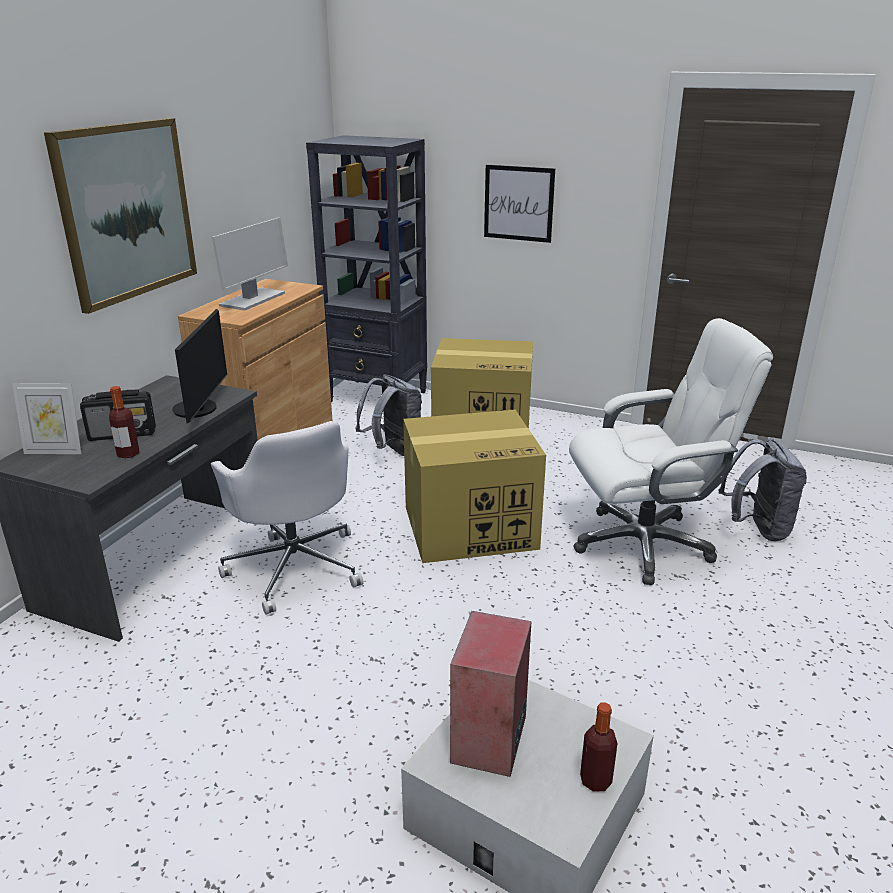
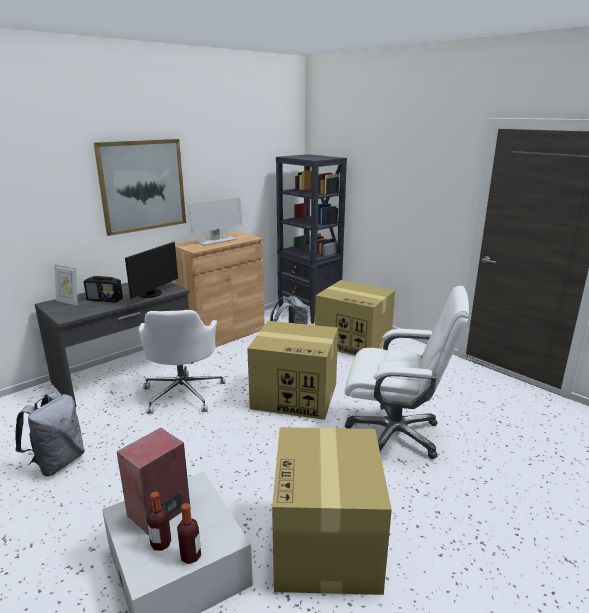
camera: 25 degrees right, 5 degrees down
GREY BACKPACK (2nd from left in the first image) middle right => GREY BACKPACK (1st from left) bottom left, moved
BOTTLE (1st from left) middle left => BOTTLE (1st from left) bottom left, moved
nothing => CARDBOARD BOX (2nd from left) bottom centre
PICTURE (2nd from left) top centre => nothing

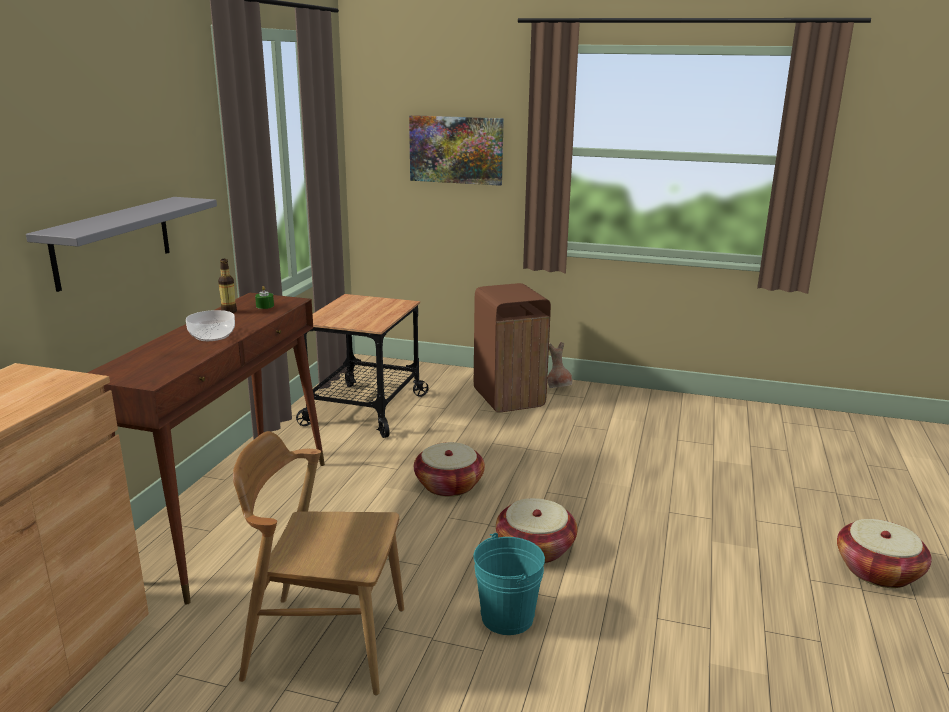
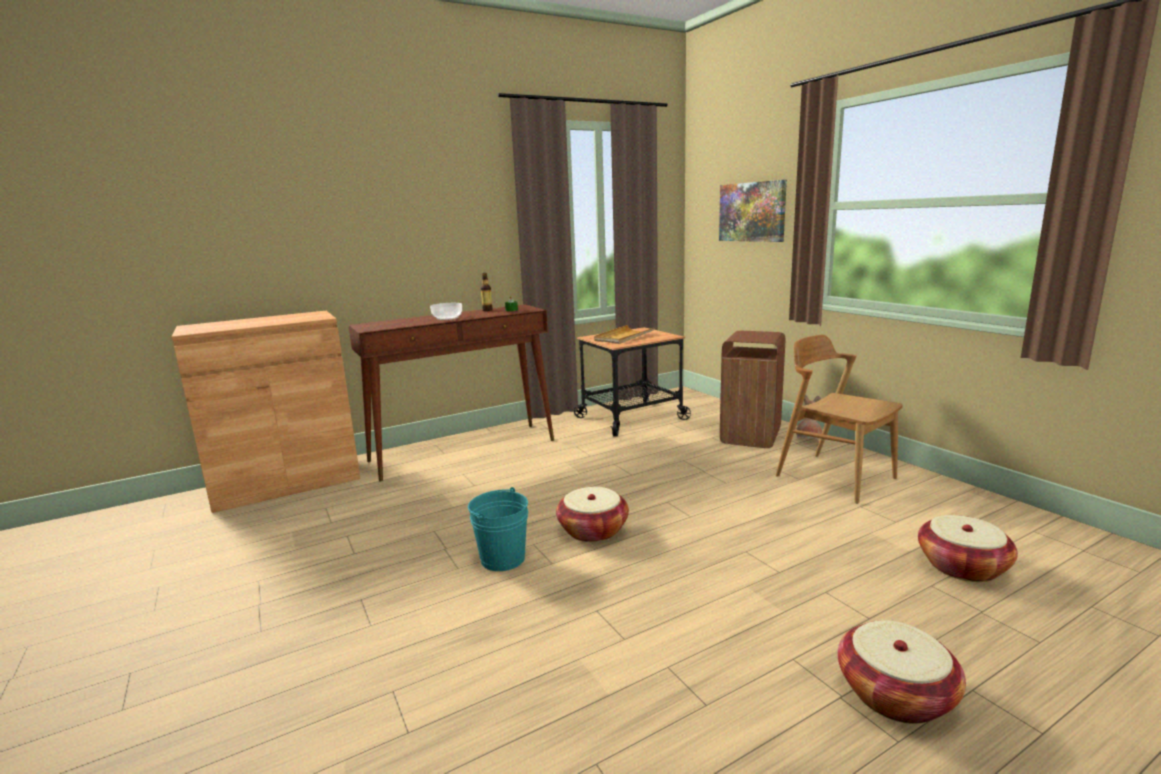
camera: 45 degrees right, 5 degrees down
nothing => BEIGE TRAY centre
BROWN CHAIR bottom centre => BROWN CHAIR middle right, moved
BASKET (1st from left in the first image) centre => BASKET (3rd from left) bottom right, moved
GREY SHELF middle left => nothing

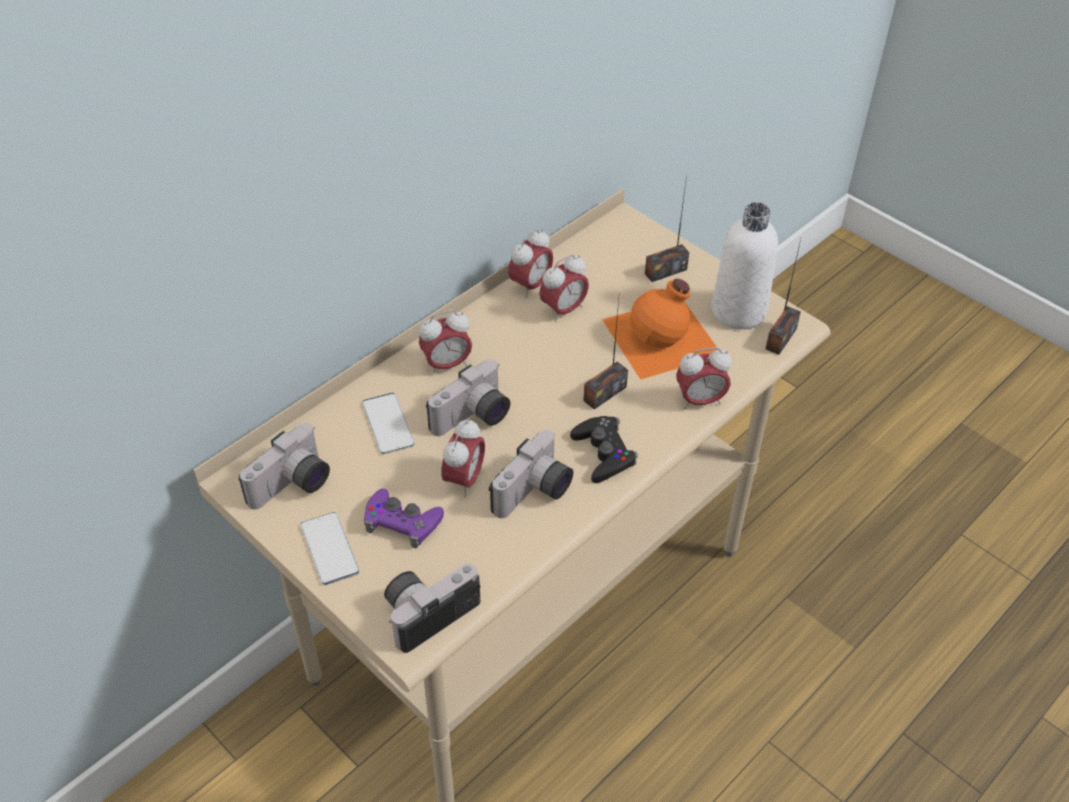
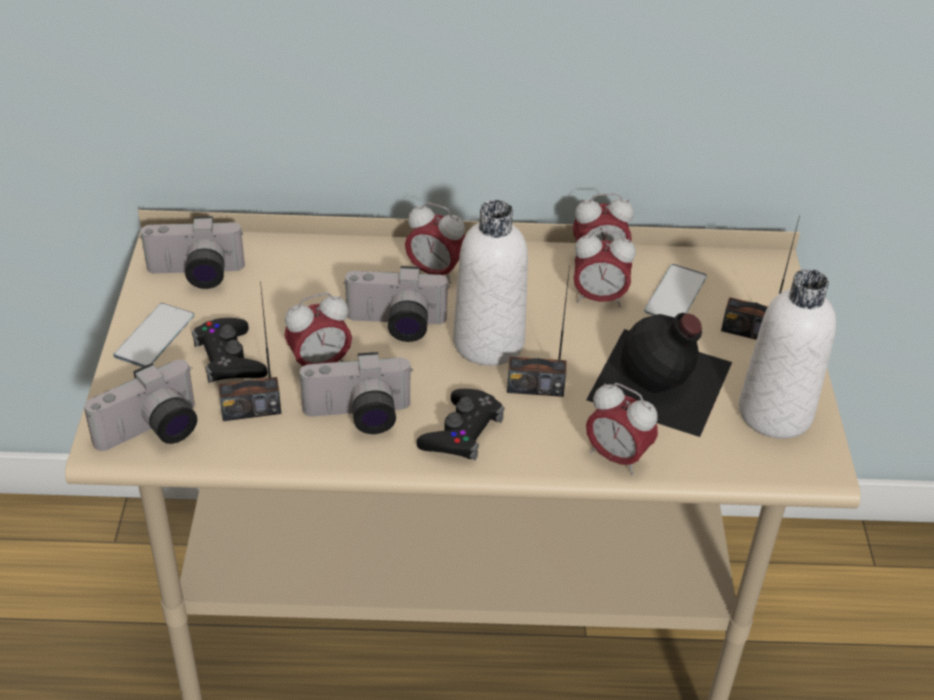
camera: 45 degrees right, 5 degrees down
PHOTO CAMERA (2nd from left in the first image) bottom centre => PHOTO CAMERA (1st from left) middle left, 135 degrees clockwise
PURPLE GAME CONTROLLER centre => BLACK GAME CONTROLLER (1st from left) middle left
RADIO (3rd from left in the first image) middle right => RADIO (1st from left) middle left, moved
nothing => WHITE BOTTLE (1st from left) centre
ORANGE BOTTLE centre => BLACK BOTTLE middle right
PHONE (2nd from left) centre => PHONE (2nd from left) middle right, moved

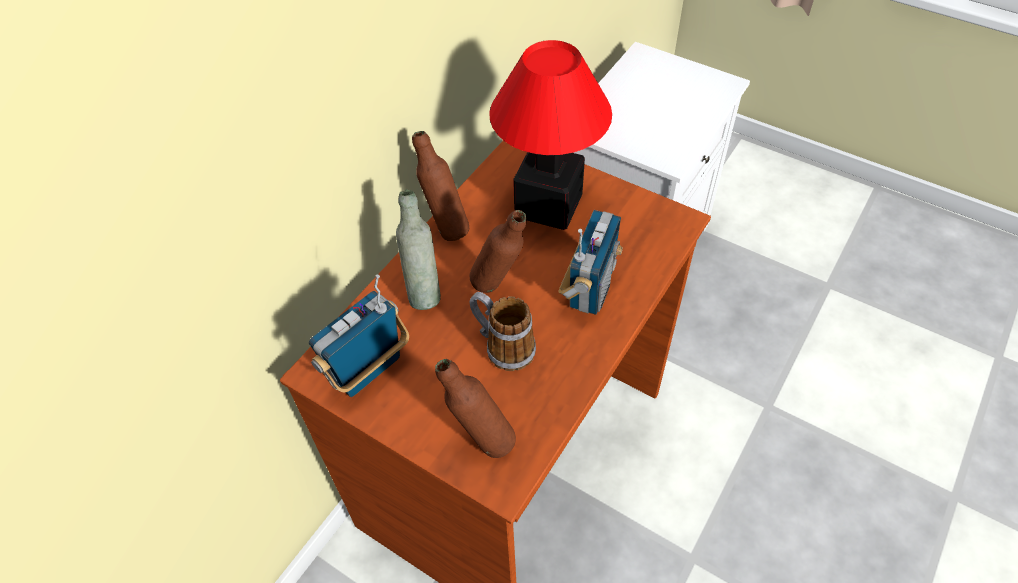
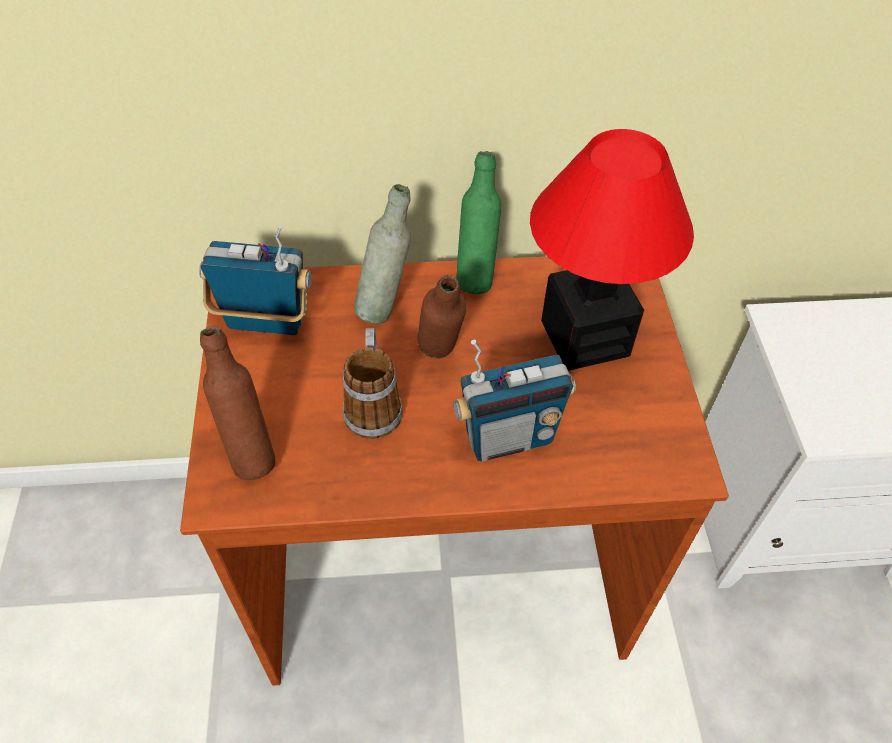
camera: 50 degrees right, 0 degrees up
BROWN BOTTLE (1st from left) top centre => GREEN BOTTLE top centre

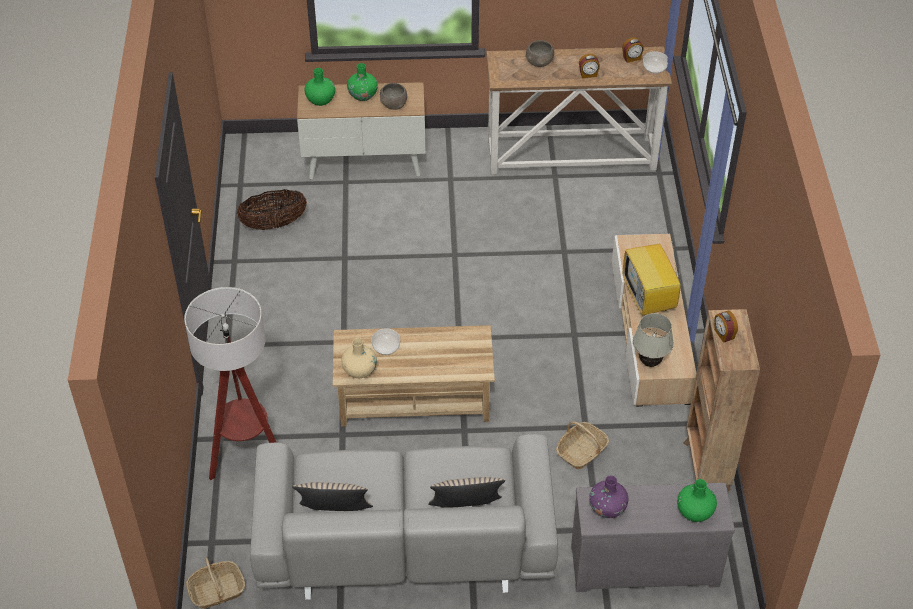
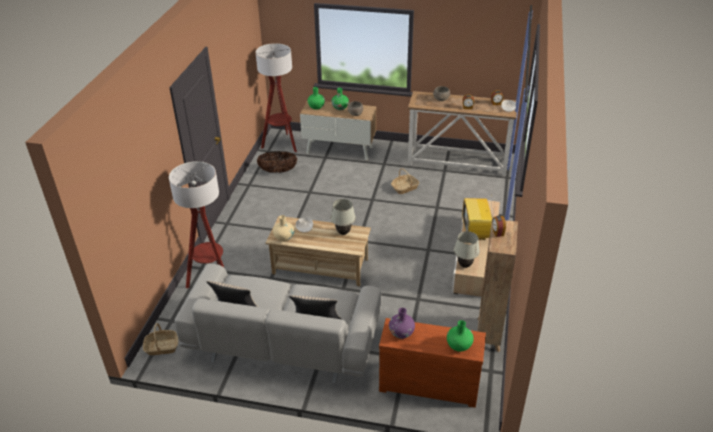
camera: 15 degrees right, 10 degrees down
nothing => FLOOR LAMP (2nd from left) top centre
nothing => WHITE TABLE LAMP (1st from left) centre
GREY DRESSER bottom right => BROWN DRESSER bottom centre
BASKET (3rd from left) bottom centre => BASKET (3rd from left) centre, moved

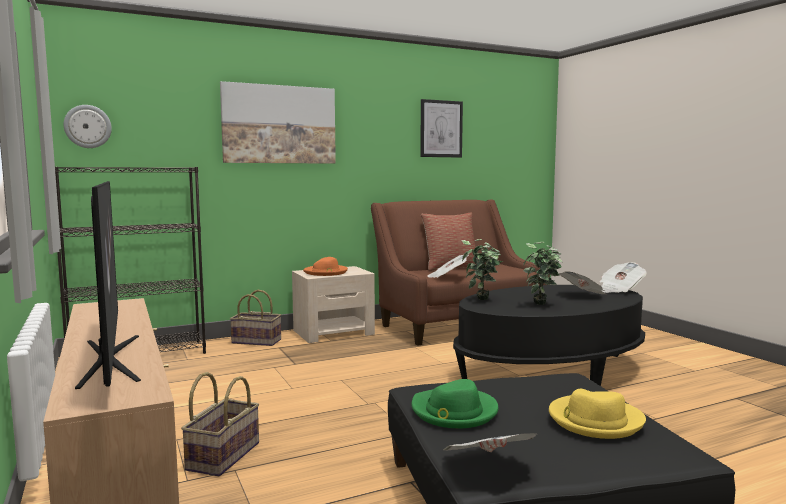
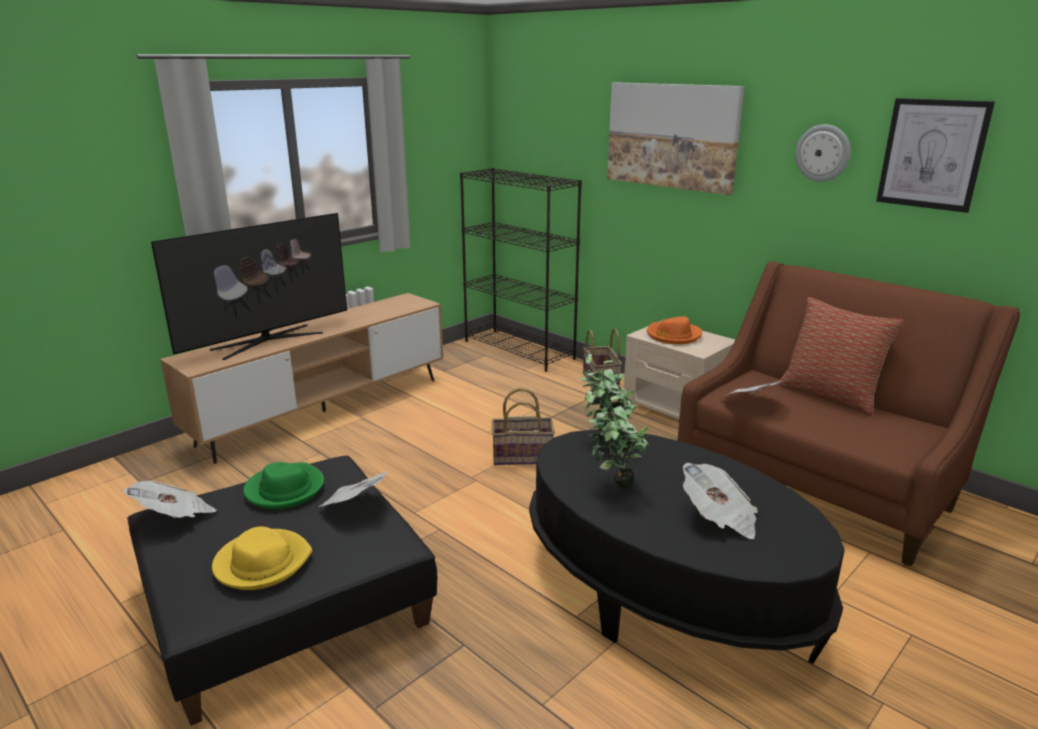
camera: 70 degrees right, 15 degrees up
NEWSPAPER (4th from left in the first image) middle right => NEWSPAPER (2nd from left) bottom centre, moved
BASKET (1st from left) bottom left => BASKET (1st from left) centre, moved
WALL CLOCK top left => WALL CLOCK top right, moved

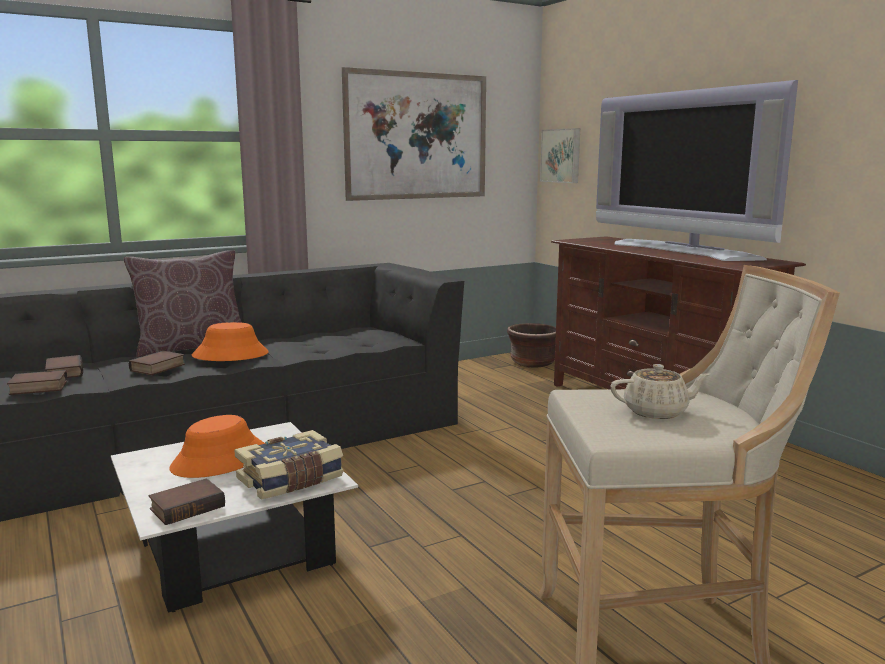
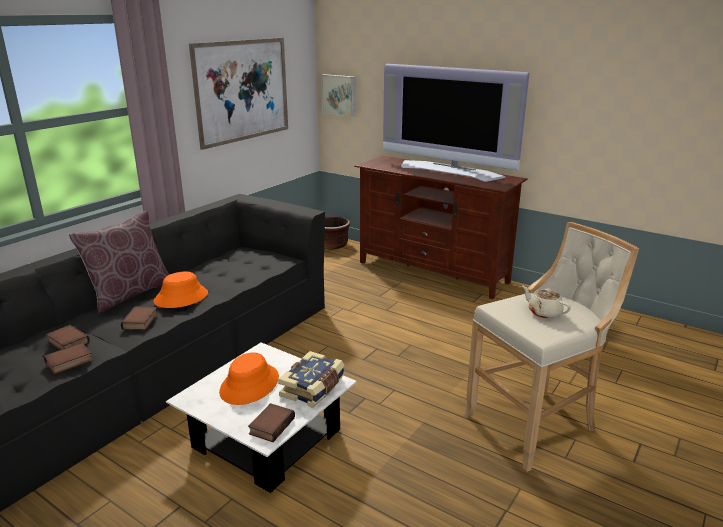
camera: 25 degrees left, 10 degrees up
BEIGE TEAPOT middle right, 105 degrees counterclockwise

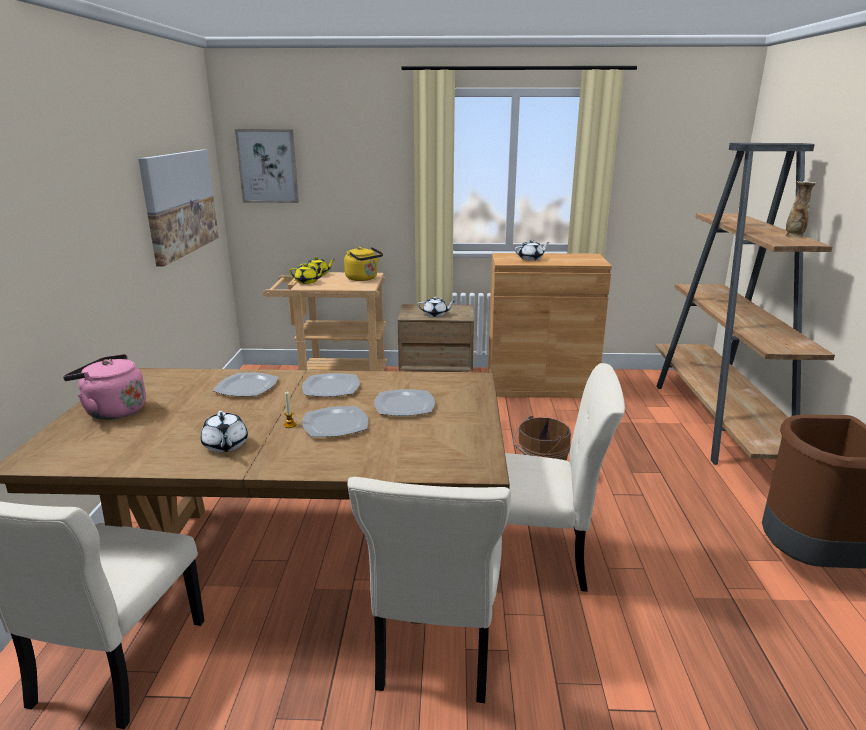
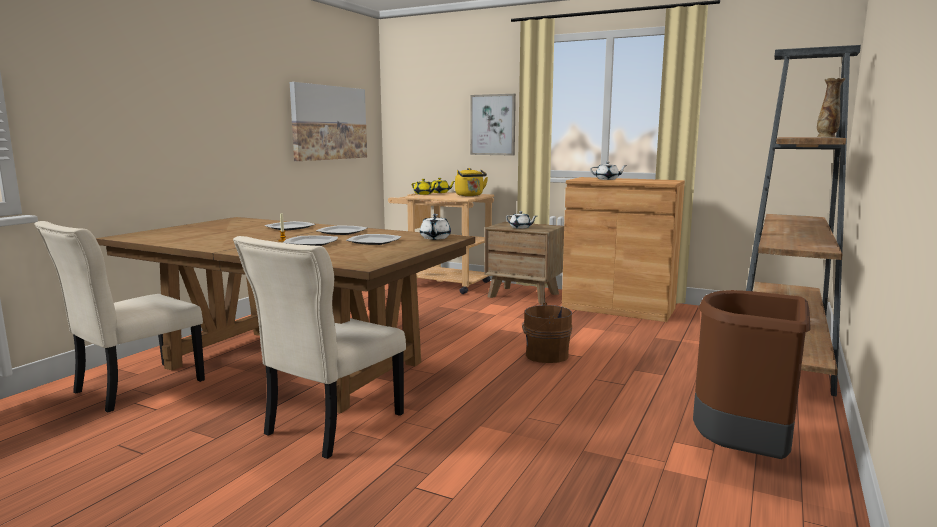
camera: 25 degrees right, 10 degrees down
WHITE TEAPOT (1st from left) middle left => WHITE TEAPOT (1st from left) centre, moved
PICTURE (2nd from left) top left => PICTURE (2nd from left) top centre, moved
PINK KETTLE middle left => nothing
BEIGE CHAIR (3rd from left) centre => nothing

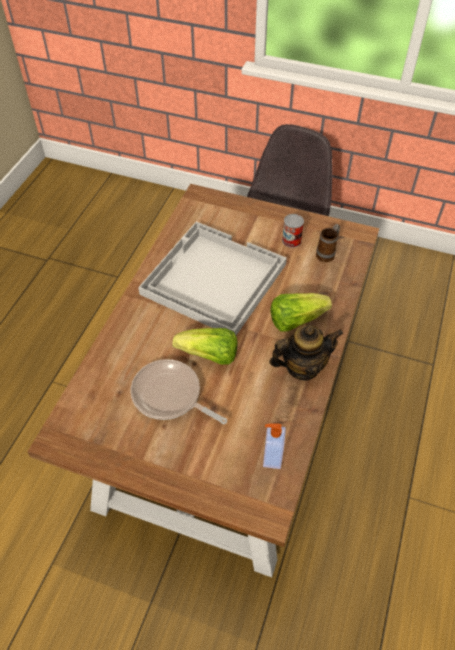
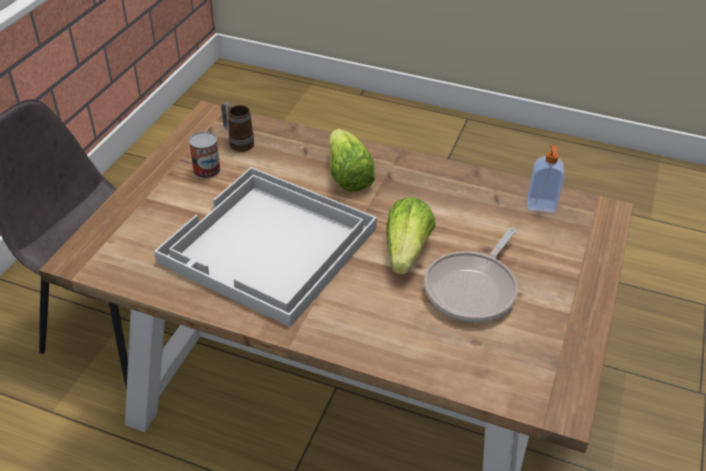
camera: 90 degrees left, 10 degrees down
TEAPOT middle right => nothing

